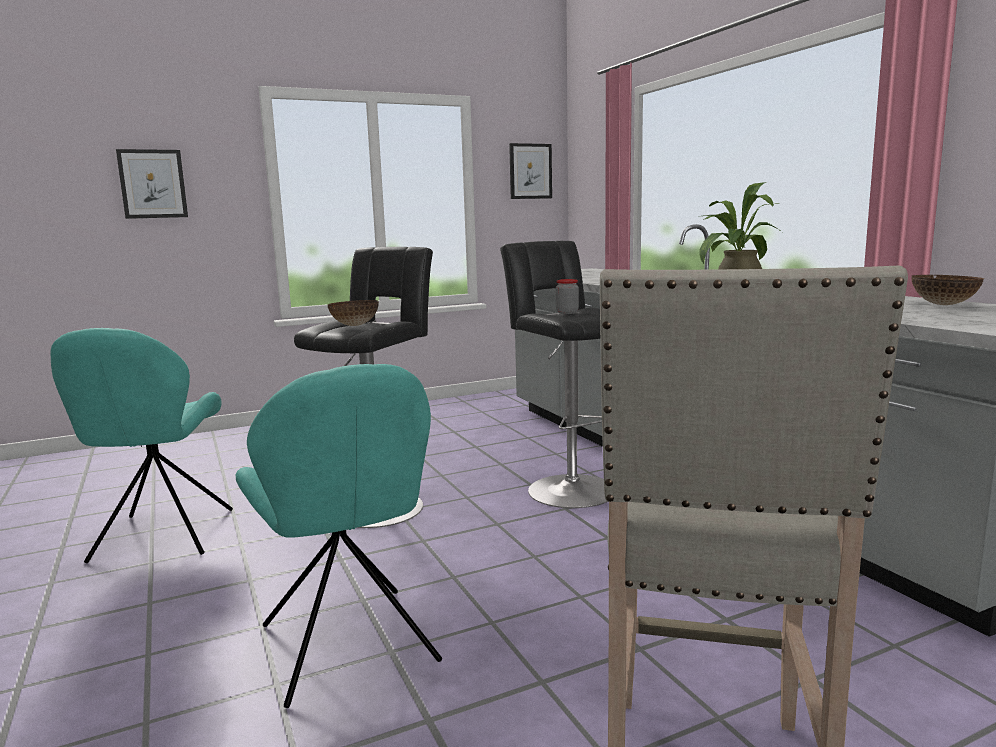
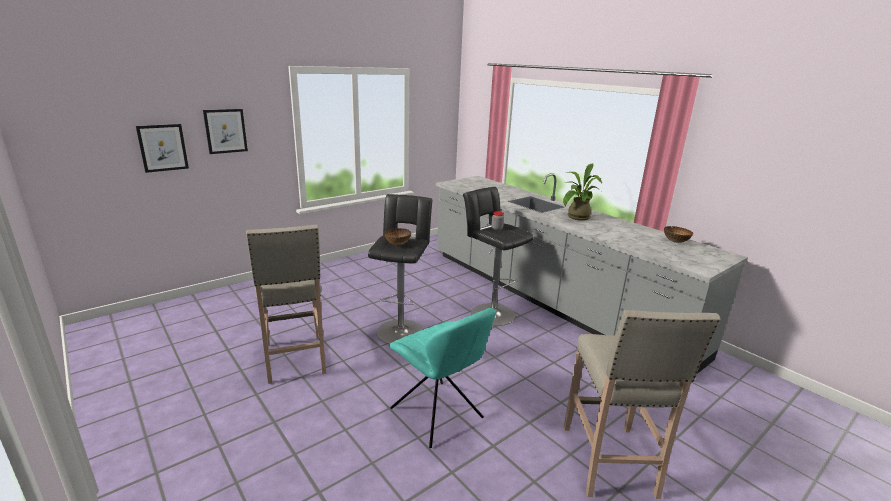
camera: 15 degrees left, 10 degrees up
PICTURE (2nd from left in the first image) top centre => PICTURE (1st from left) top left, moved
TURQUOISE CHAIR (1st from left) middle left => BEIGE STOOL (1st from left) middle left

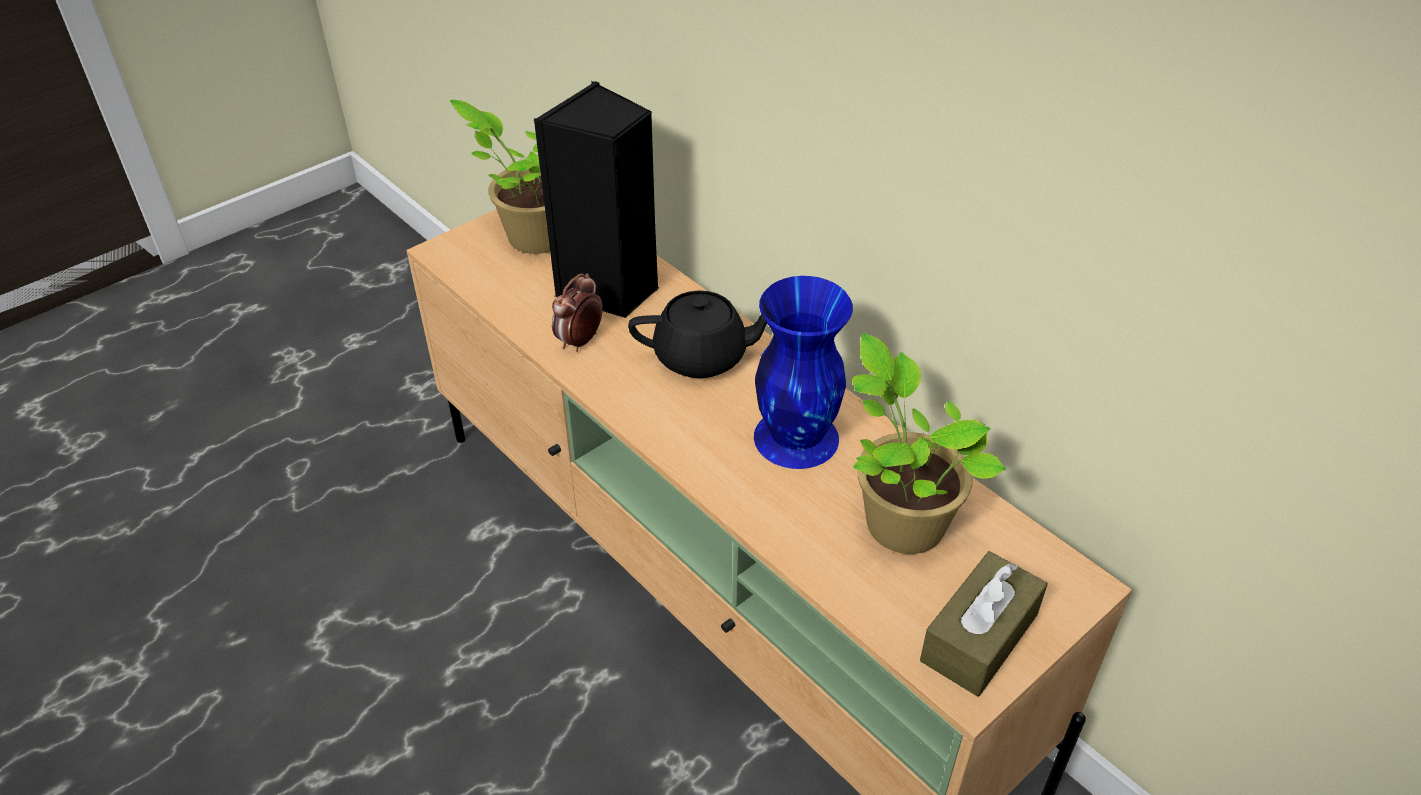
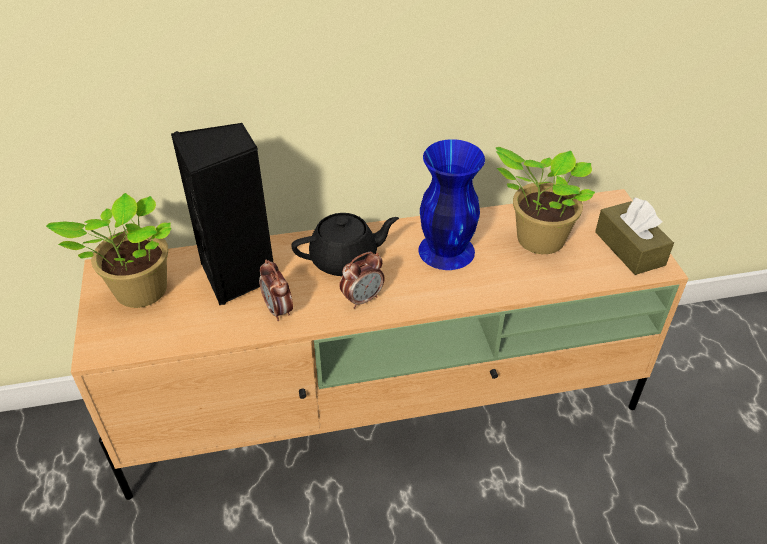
camera: 60 degrees left, 0 degrees up
BLACK TEAPOT centre, 45 degrees clockwise
nothing => ALARM CLOCK (2nd from left) centre

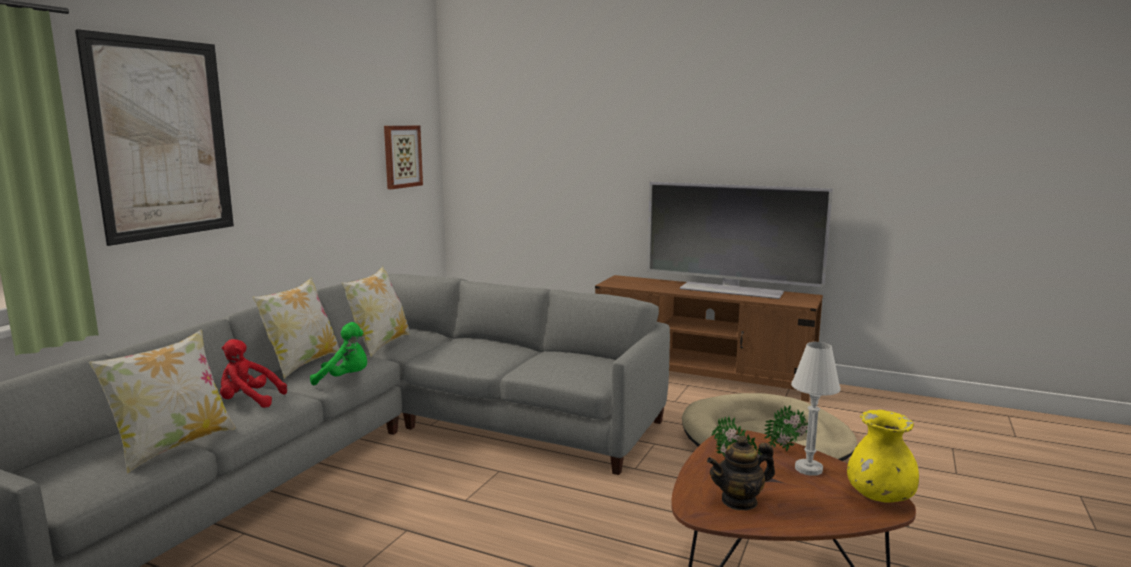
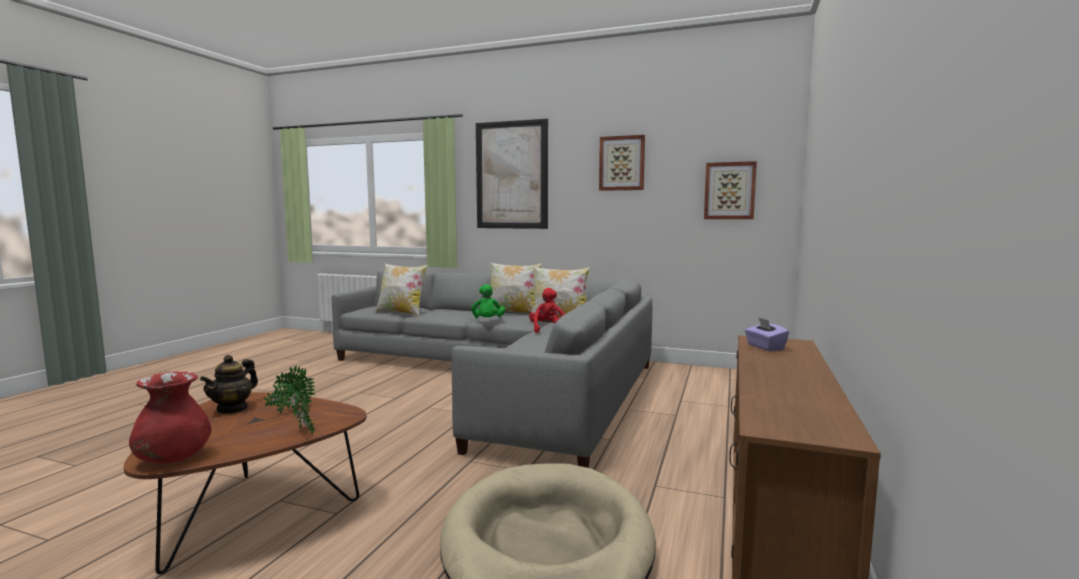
camera: 85 degrees right, 5 degrees down
YELLOW VASE bottom right => RED VASE bottom left
TEAPOT bottom centre => TEAPOT middle left, 135 degrees counterclockwise
RED PLUSH TOY middle left => RED PLUSH TOY centre, moved
nothing => PICTURE (2nd from left) top centre
nothing => PURPLE TISSUE BOX middle right
TELEVISION centre => nothing
WHITE TABLE LAMP bottom right => nothing

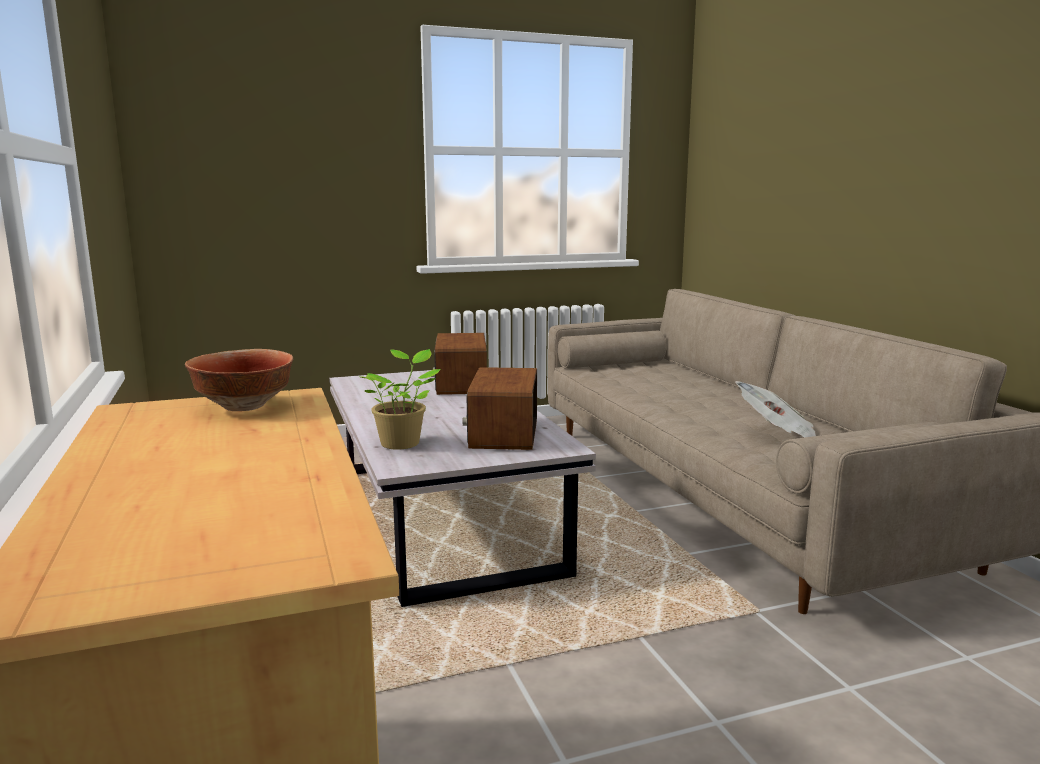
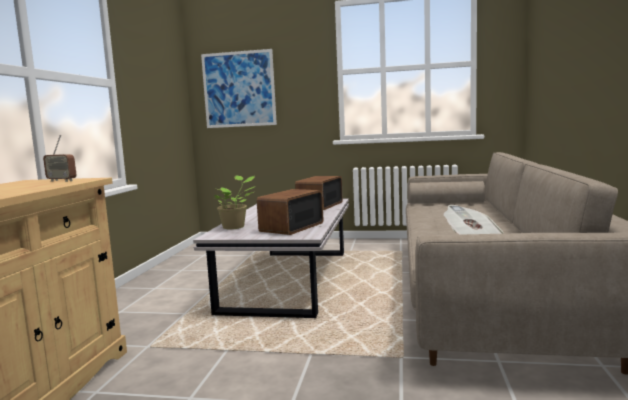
camera: 30 degrees right, 5 degrees down
BOWL middle left => RADIO (1st from left) middle left
nothing => PICTURE top centre

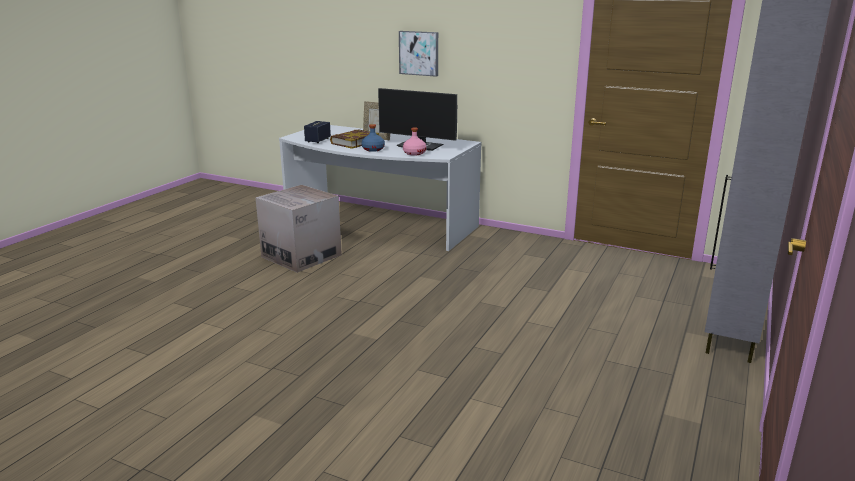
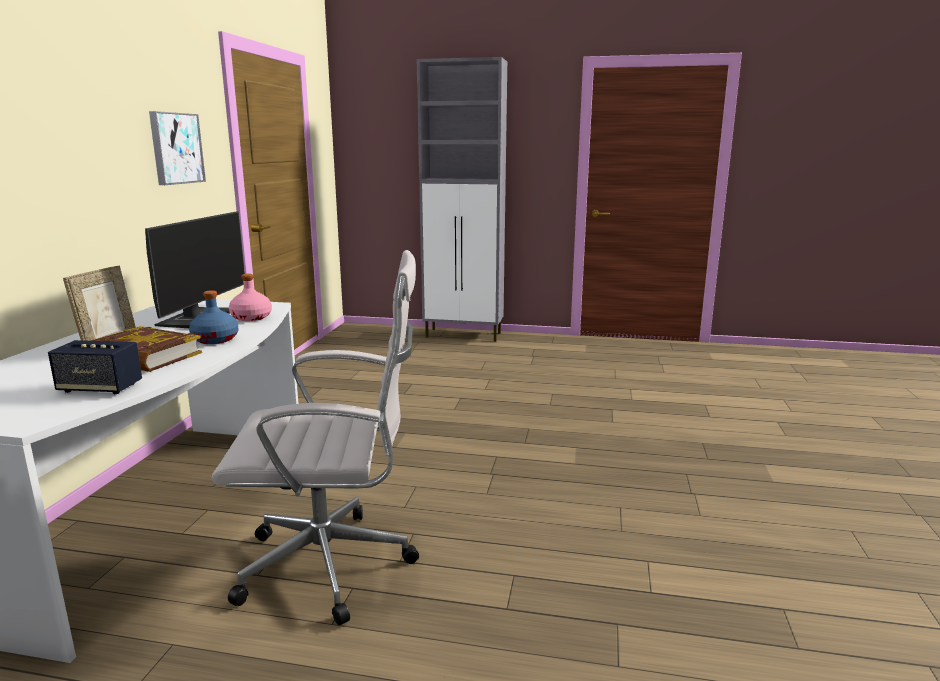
camera: 105 degrees left, 5 degrees down
PICTURE top centre => PICTURE top left, moved
CARDBOARD BOX centre => WHITE OFFICE CHAIR centre

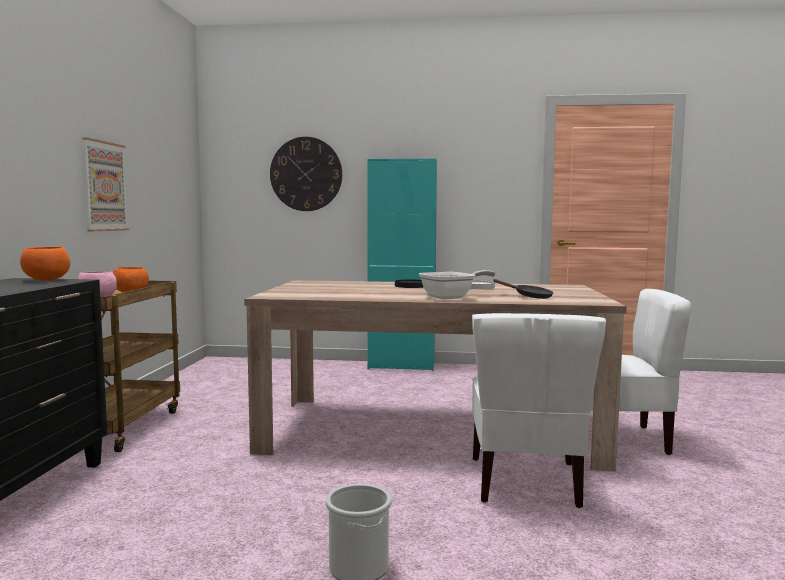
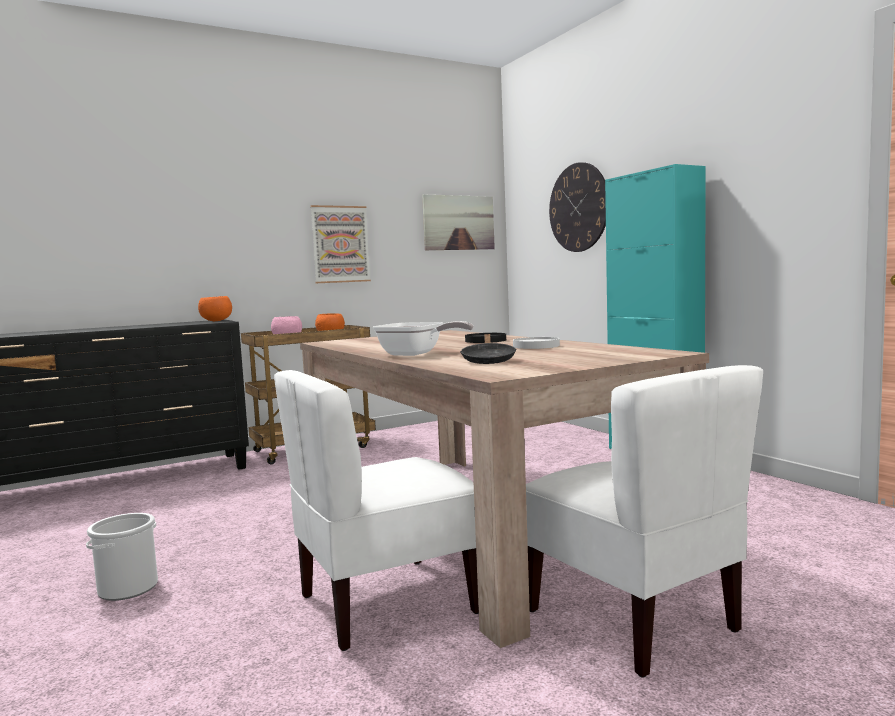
camera: 55 degrees right, 0 degrees up
nothing => PICTURE (2nd from left) top centre

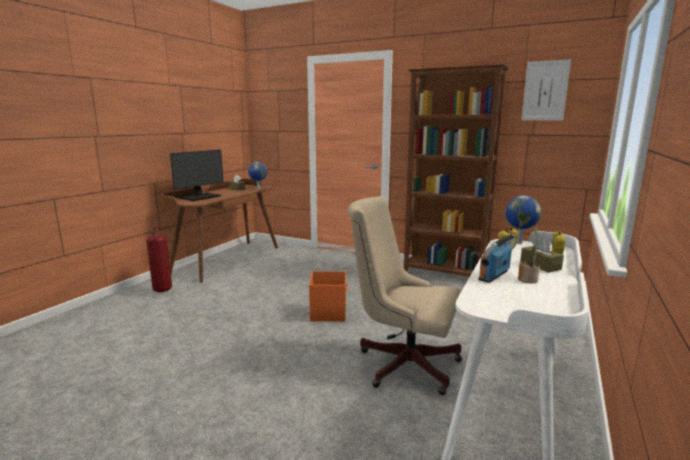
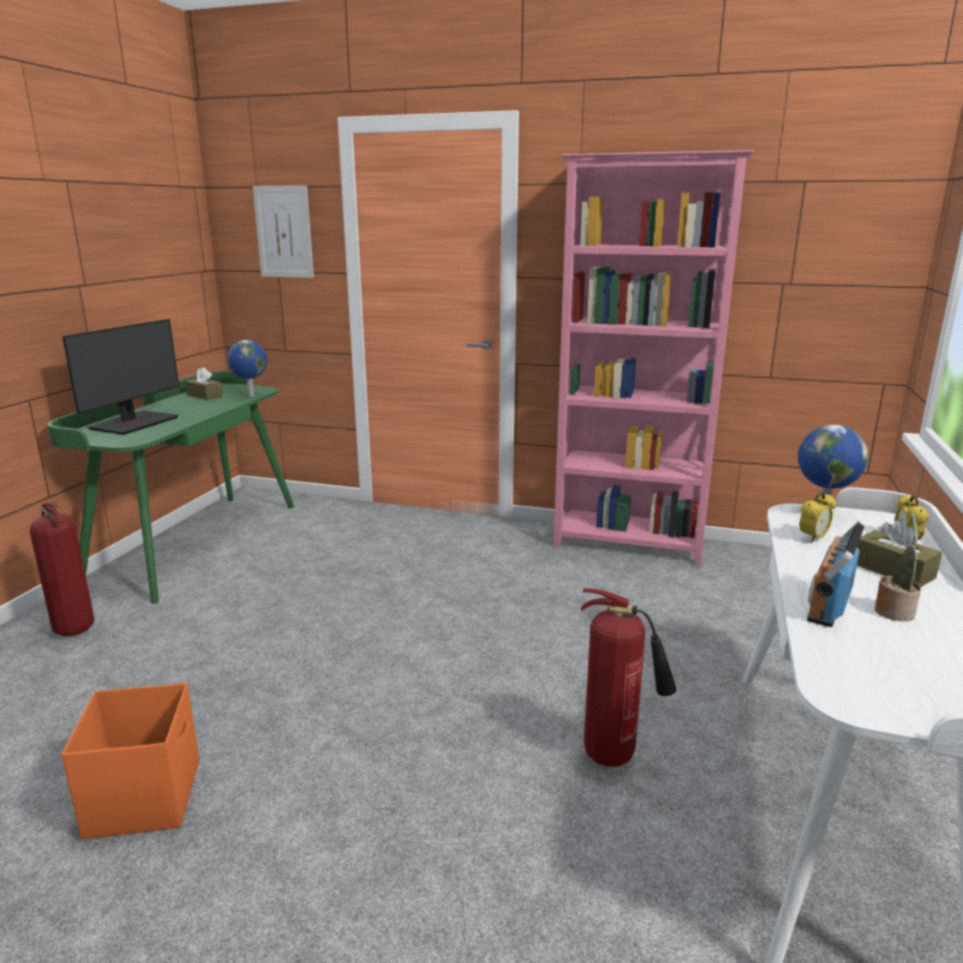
camera: 10 degrees left, 5 degrees up
BROWN DESK middle left => GREEN DESK middle left
ORANGE STORAGE BOX centre => ORANGE STORAGE BOX bottom left, moved
PICTURE top right => PICTURE top left, moved
BROWN BOOKCASE centre => PINK BOOKCASE middle right
BEIGE OFFICE CHAIR centre => FIRE EXTINGUISHER (2nd from left) bottom centre

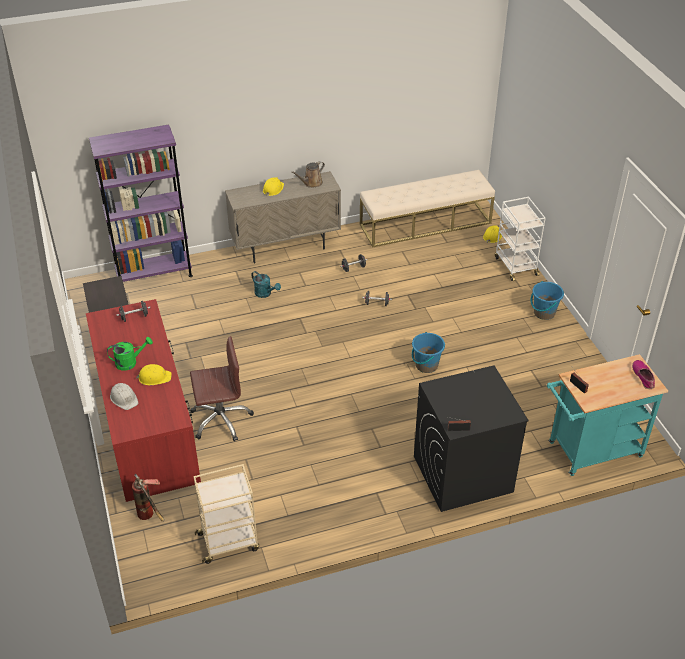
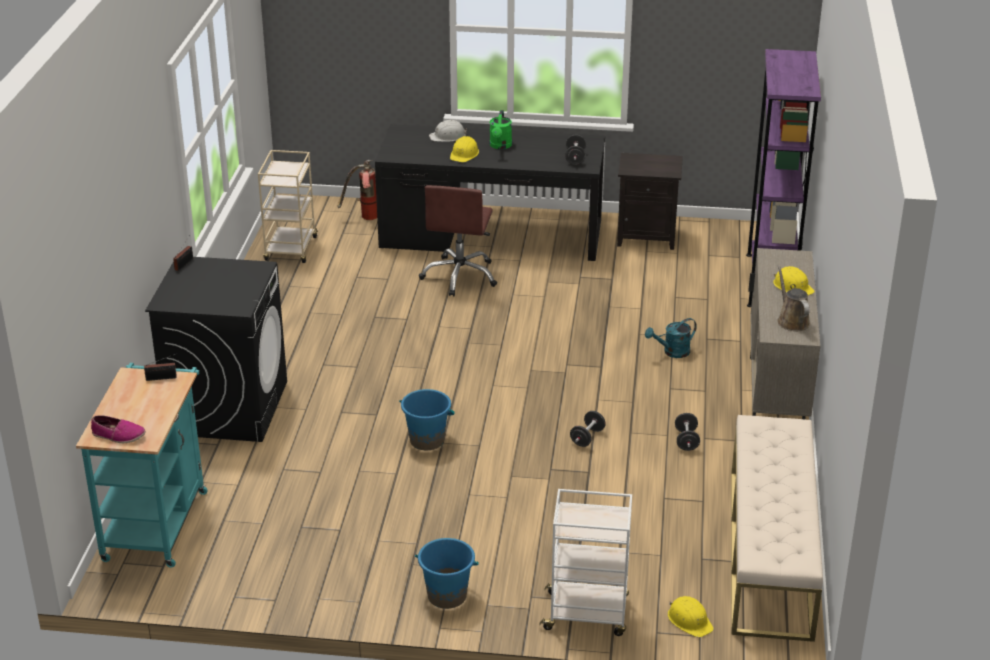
camera: 115 degrees right, 10 degrees down
RED DESK middle left => BLACK DESK top centre

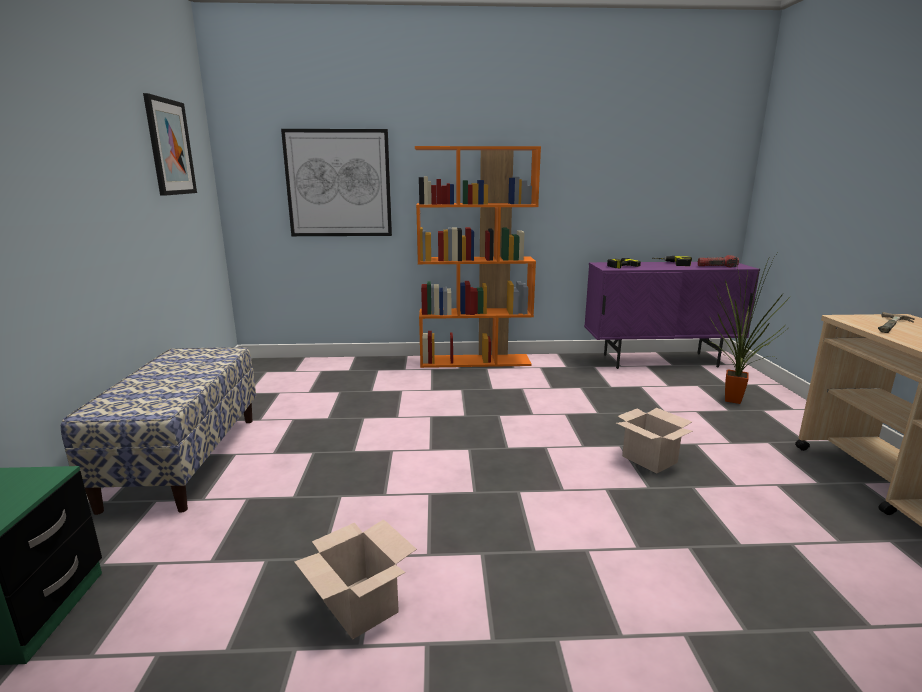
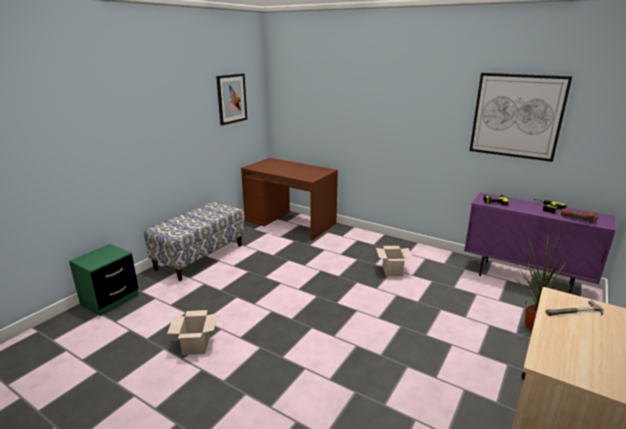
camera: 35 degrees right, 5 degrees up
nothing => BROWN DESK centre
CARDBOARD BOX (2nd from left) middle right => CARDBOARD BOX (2nd from left) centre, moved
PICTURE (2nd from left) top centre => PICTURE (2nd from left) top right, moved
ORANGE BOOKCASE centre => nothing

